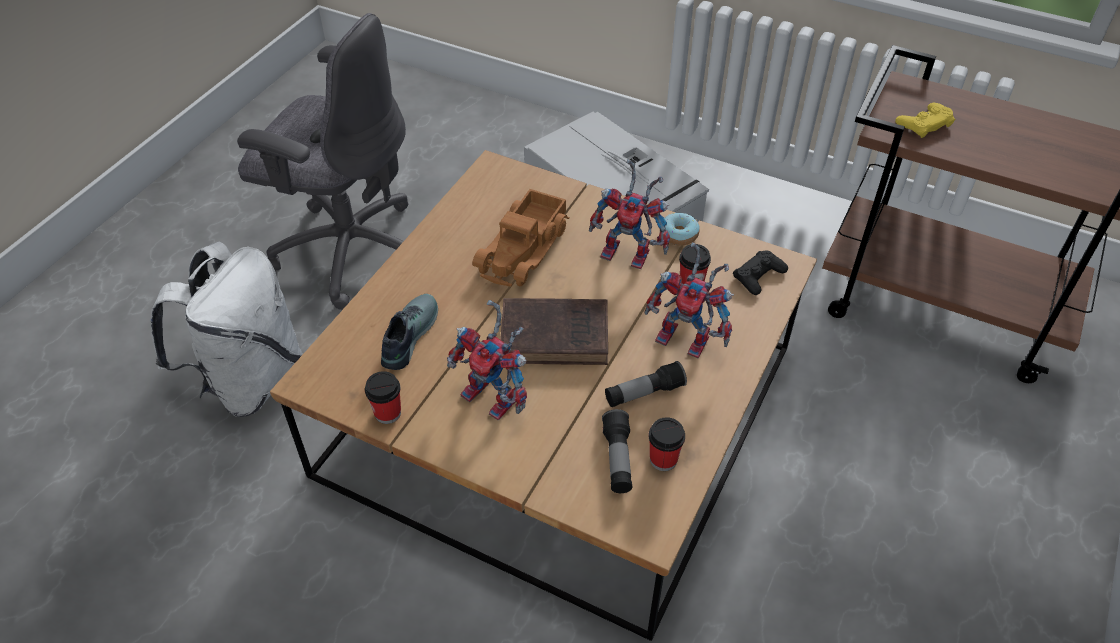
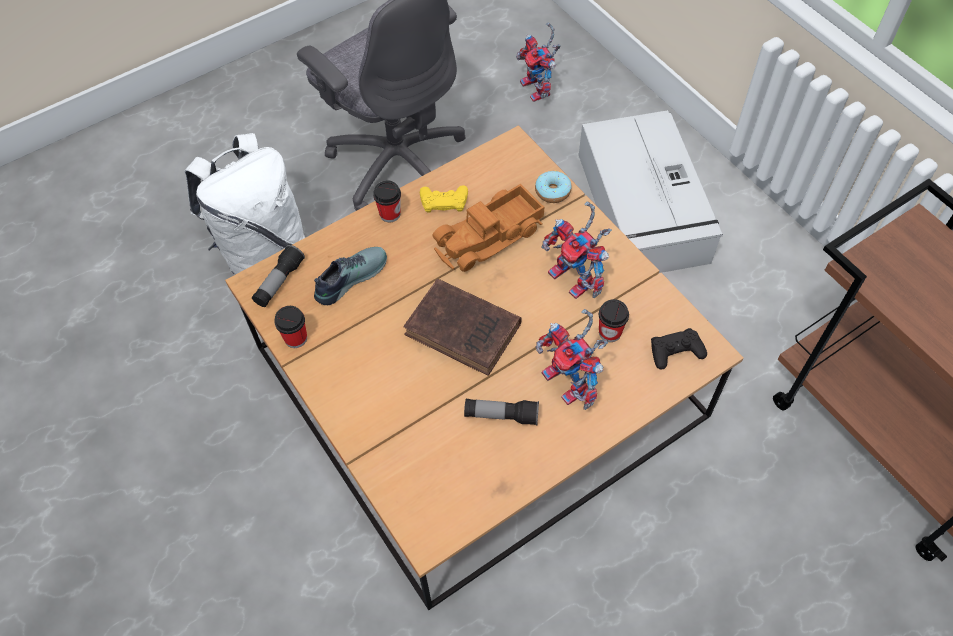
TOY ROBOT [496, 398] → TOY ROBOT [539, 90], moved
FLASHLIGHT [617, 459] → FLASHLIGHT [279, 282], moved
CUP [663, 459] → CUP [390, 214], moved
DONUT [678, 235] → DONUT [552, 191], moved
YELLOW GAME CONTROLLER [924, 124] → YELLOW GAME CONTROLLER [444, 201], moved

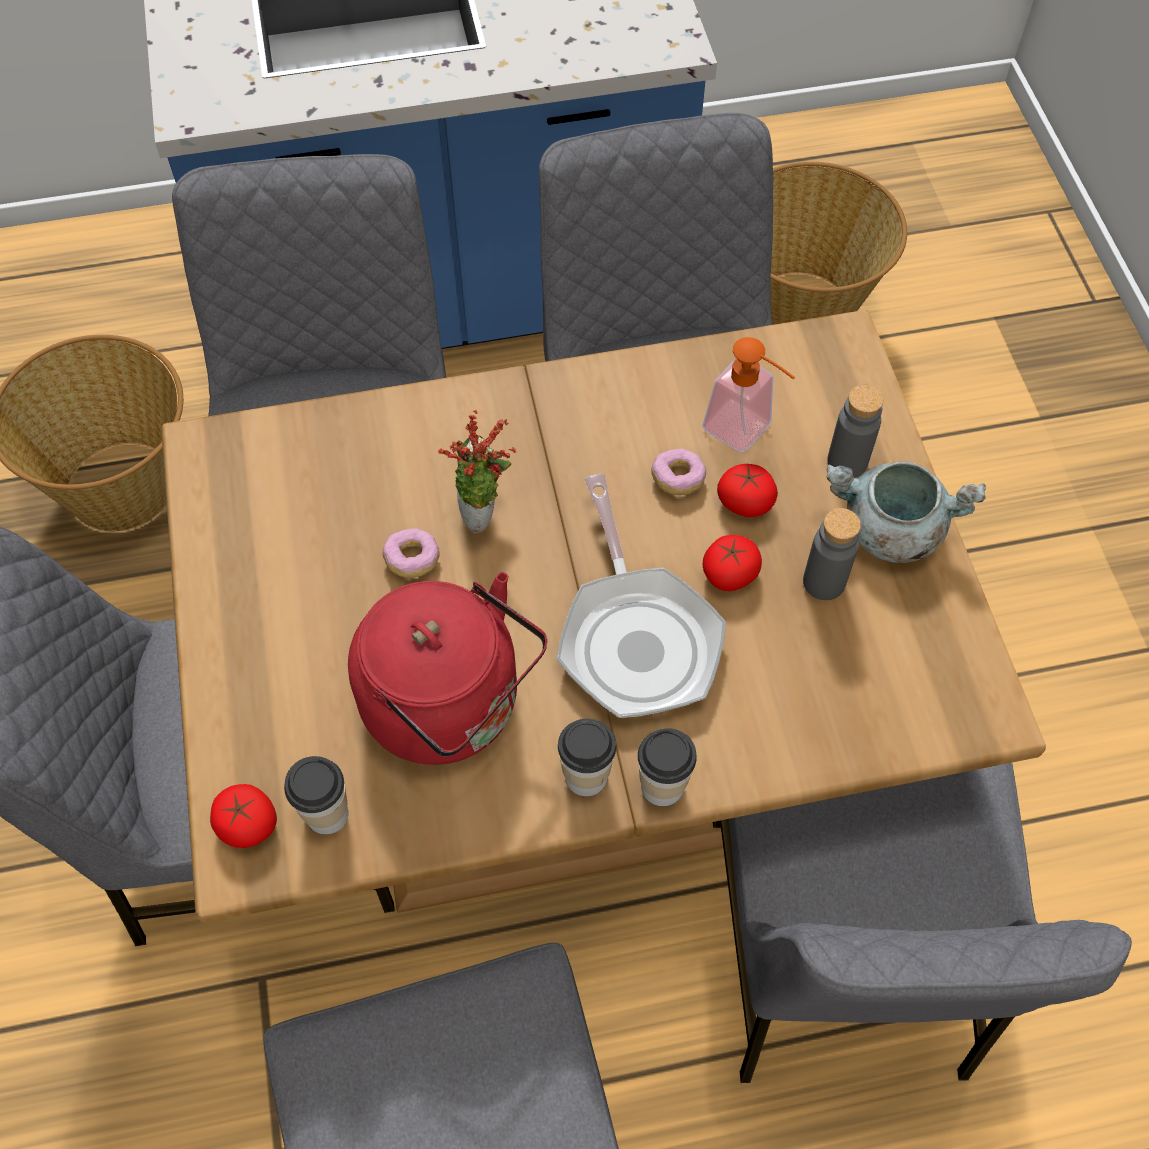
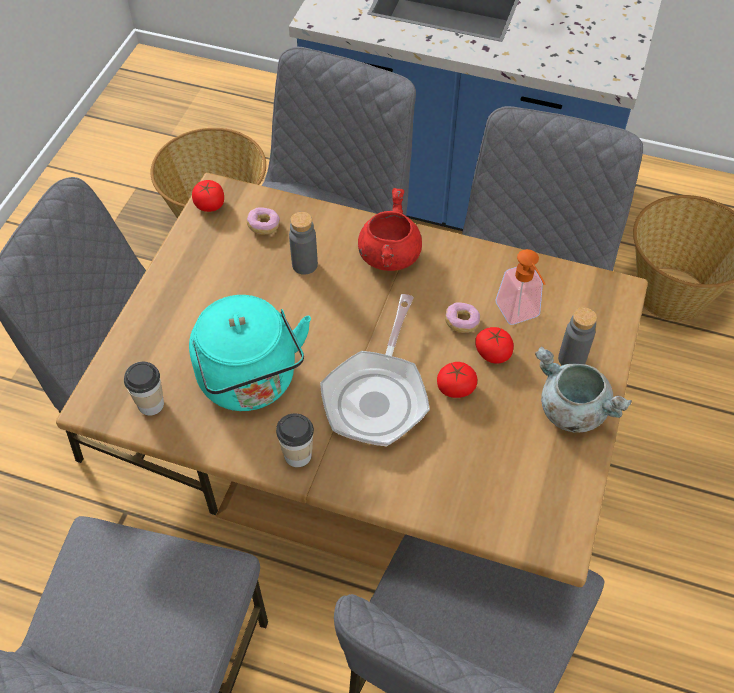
TOMATO [247, 824] → TOMATO [209, 204], moved
RED KETTLE [451, 707] → TURQUOISE KETTLE [251, 382]
DONUT [412, 559] → DONUT [264, 226], moved
POTTED PLANT [483, 516] → -
CUP [662, 786] → -
GREY BOTTLE [824, 582] → GREY BOTTLE [304, 265], moved
- → RED COOKING POT [388, 255]

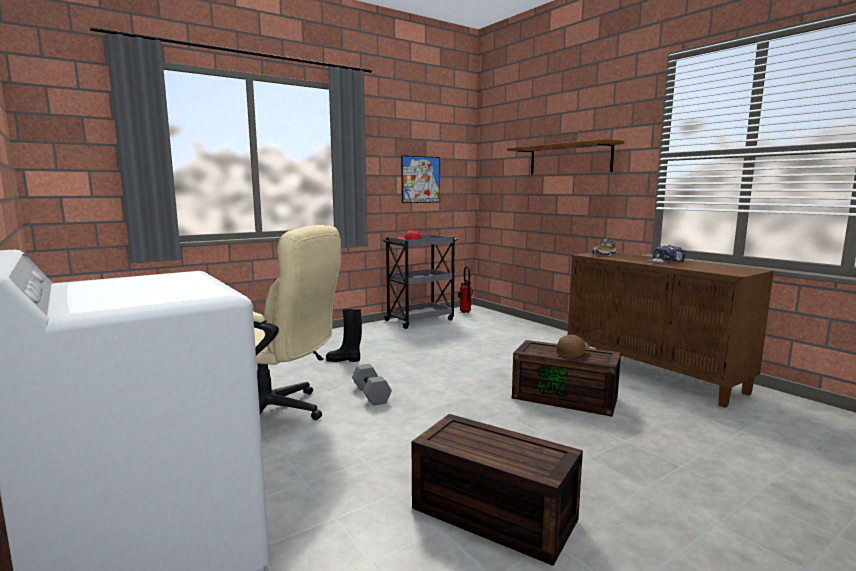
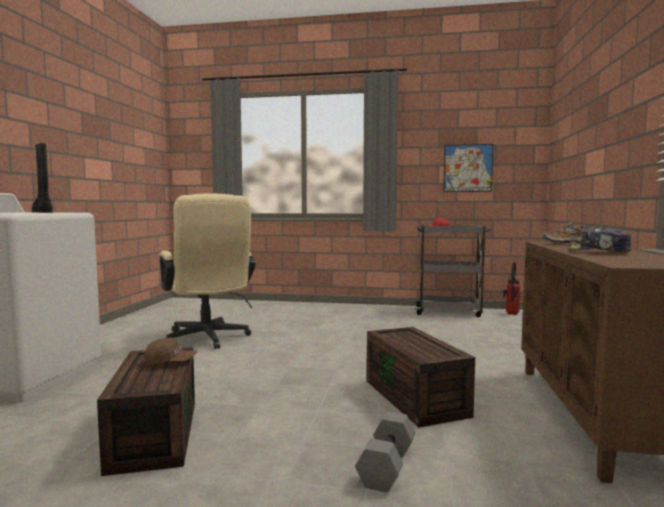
BLACK BOOT [344, 360] → BLACK BOOT [43, 212], moved
GREY DUMBBELL [372, 394] → GREY DUMBBELL [388, 467], moved
BROWN SHELF [569, 159] → -
BROWN CAP [572, 353] → BROWN CAP [171, 363], moved

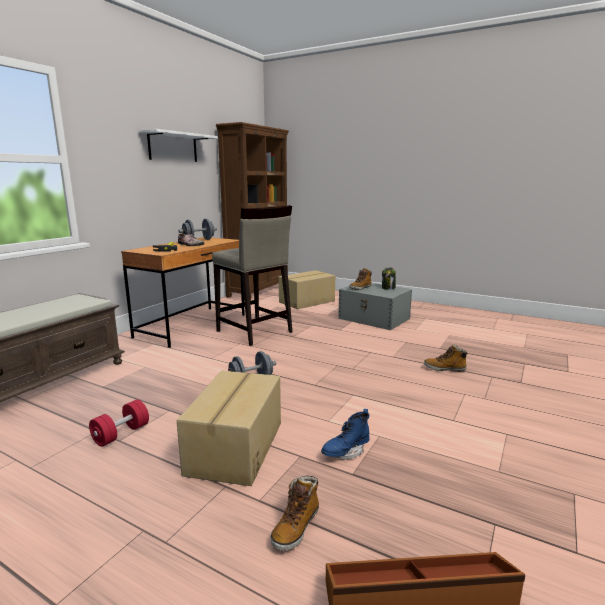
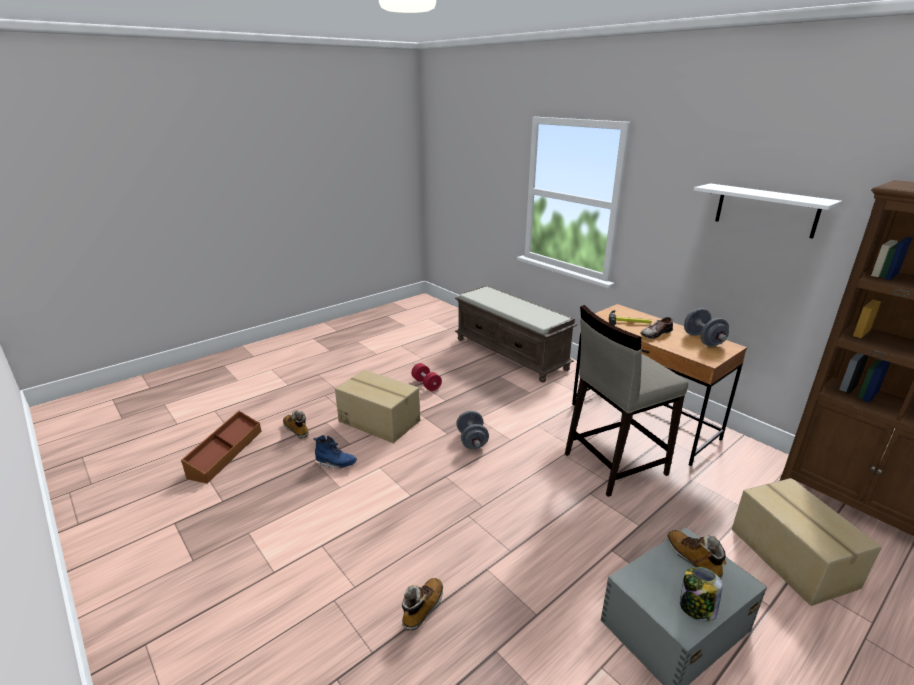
BLUE BOOT [345, 452] → BLUE BOOT [336, 464], 120 degrees clockwise

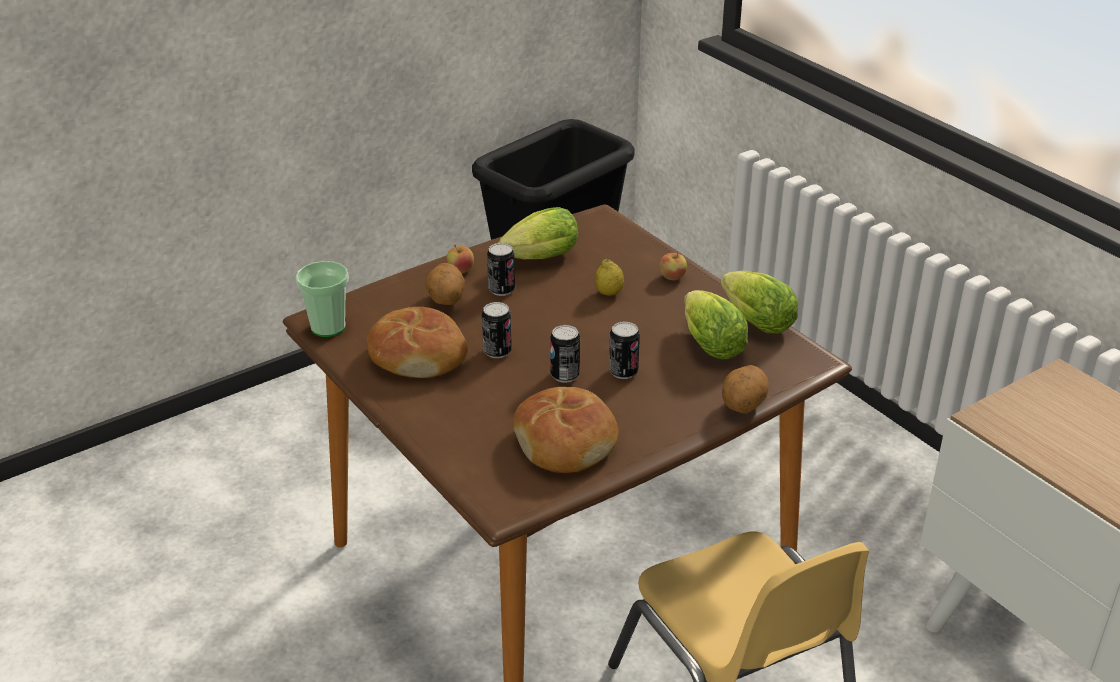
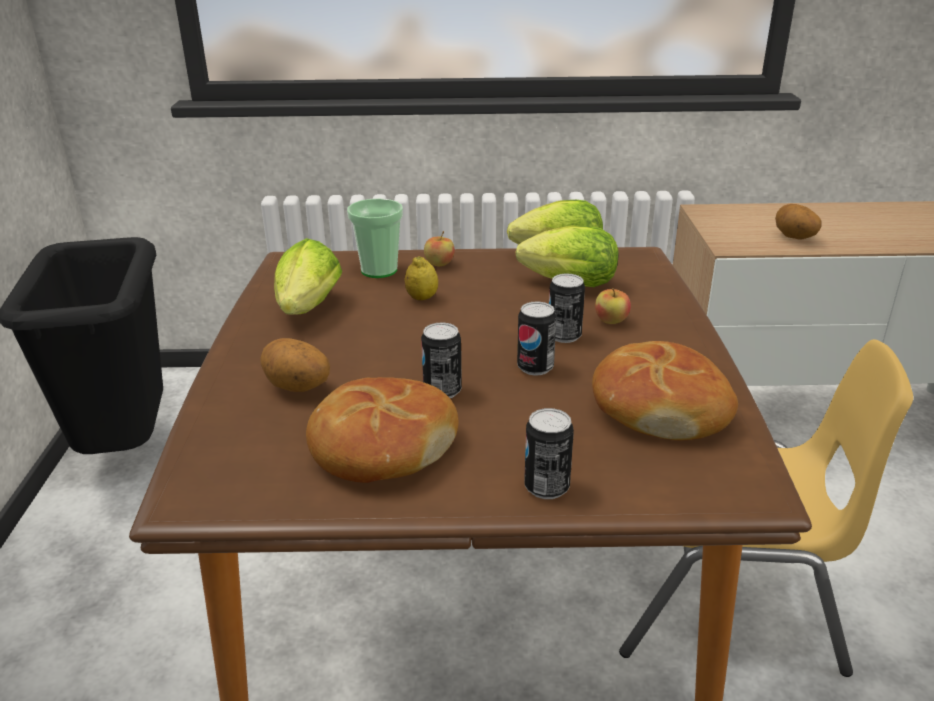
CUP [328, 327] → CUP [379, 270], moved
APPLE [460, 270] → APPLE [611, 321], moved
CAN [501, 290] → CAN [546, 487], moved
POTATO [742, 406] → POTATO [793, 238], moved

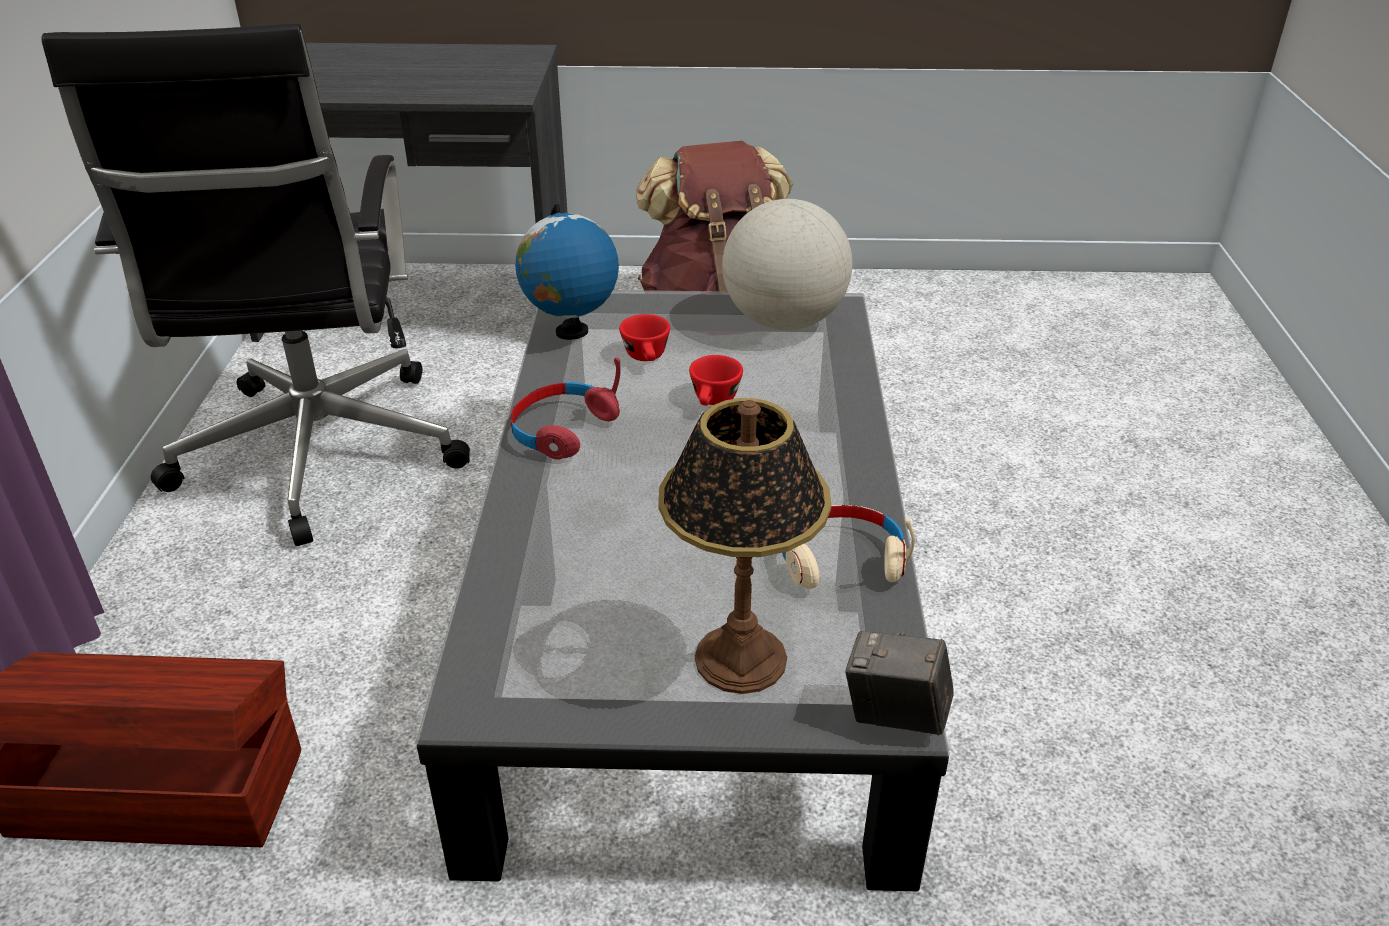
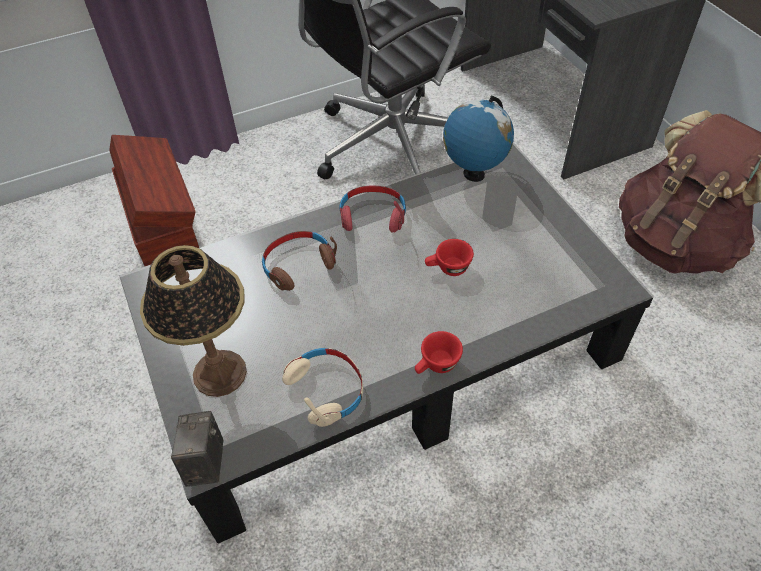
RED CUP [647, 358] → RED CUP [436, 366], moved
GLOBE [783, 321] → -
- → BROWN HEADPHONES [298, 265]

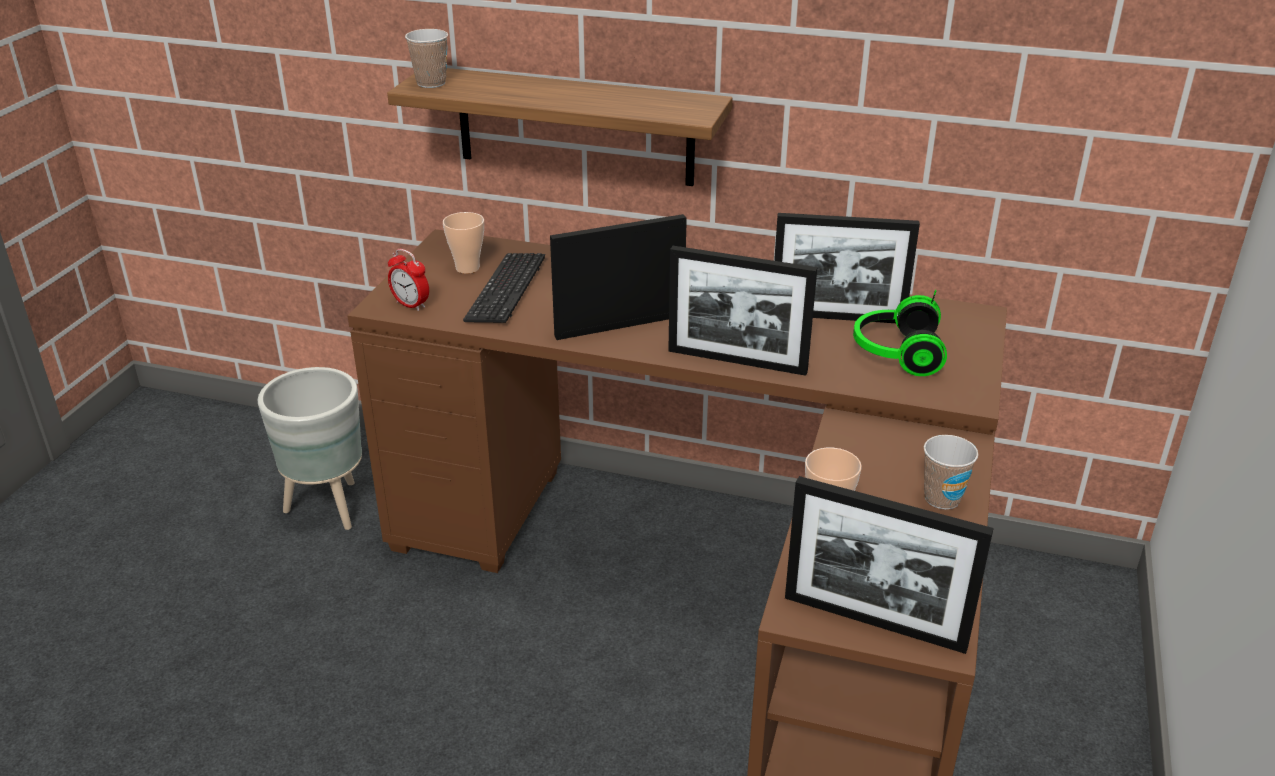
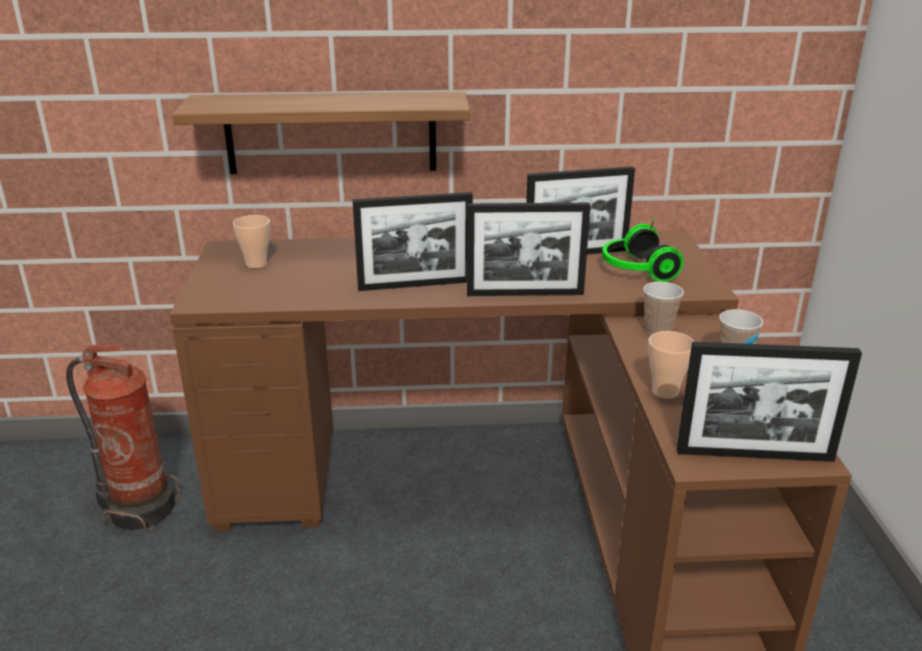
GREY PLANTER [330, 507] → FIRE EXTINGUISHER [140, 508]
ALARM CLOCK [411, 305] → -
CUP [431, 83] → CUP [658, 330], moved
KEYBOARD [506, 290] → -
PICTURE FRAME [620, 326] → PICTURE FRAME [415, 285], 150 degrees counterclockwise

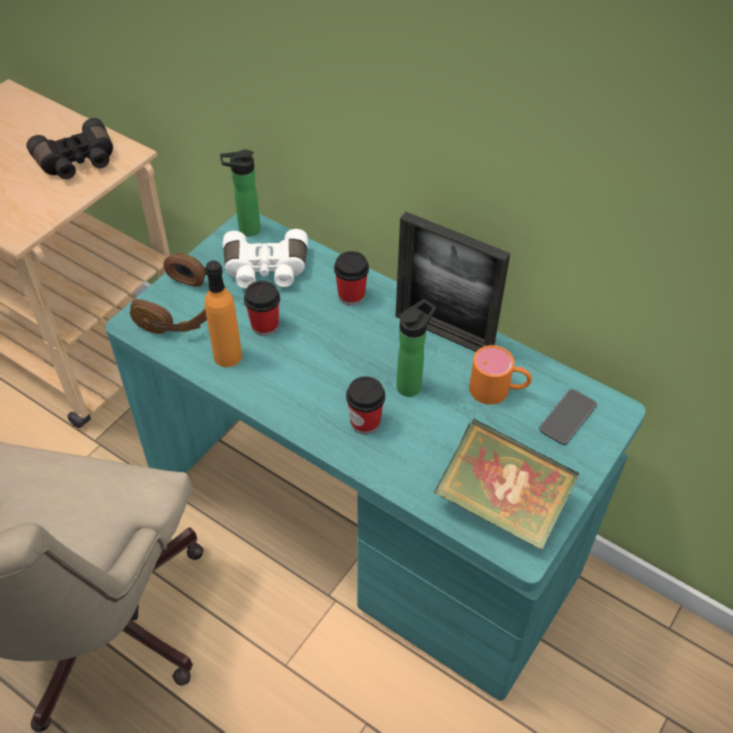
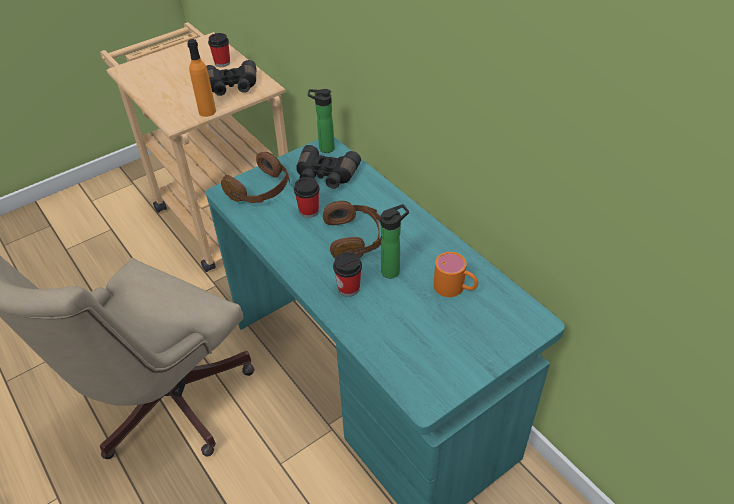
ORANGE BOTTLE [227, 356] → ORANGE BOTTLE [207, 111], moved
WHITE BINOCULARS [266, 270] → BLACK BINOCULARS [325, 176]
CUP [351, 296] → CUP [222, 63], moved
PICTURE FRAME [443, 333] → -
BOOK [501, 505] → -
PHONE [567, 417] → -
- → BROWN HEADPHONES [355, 239]

